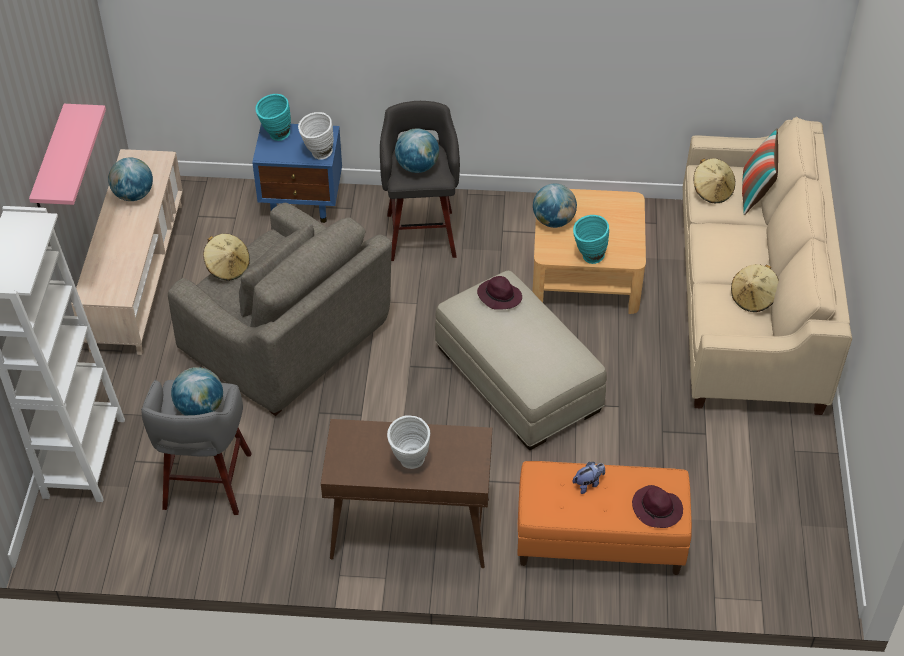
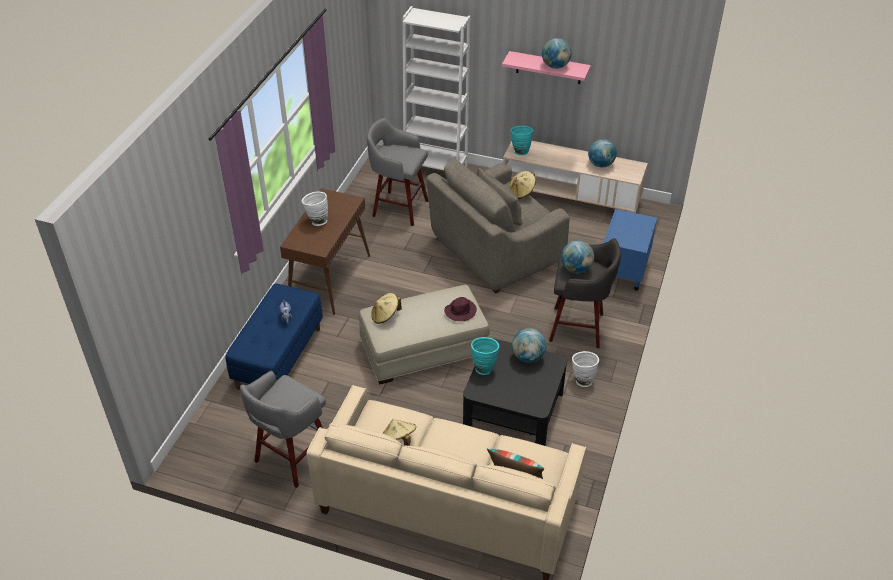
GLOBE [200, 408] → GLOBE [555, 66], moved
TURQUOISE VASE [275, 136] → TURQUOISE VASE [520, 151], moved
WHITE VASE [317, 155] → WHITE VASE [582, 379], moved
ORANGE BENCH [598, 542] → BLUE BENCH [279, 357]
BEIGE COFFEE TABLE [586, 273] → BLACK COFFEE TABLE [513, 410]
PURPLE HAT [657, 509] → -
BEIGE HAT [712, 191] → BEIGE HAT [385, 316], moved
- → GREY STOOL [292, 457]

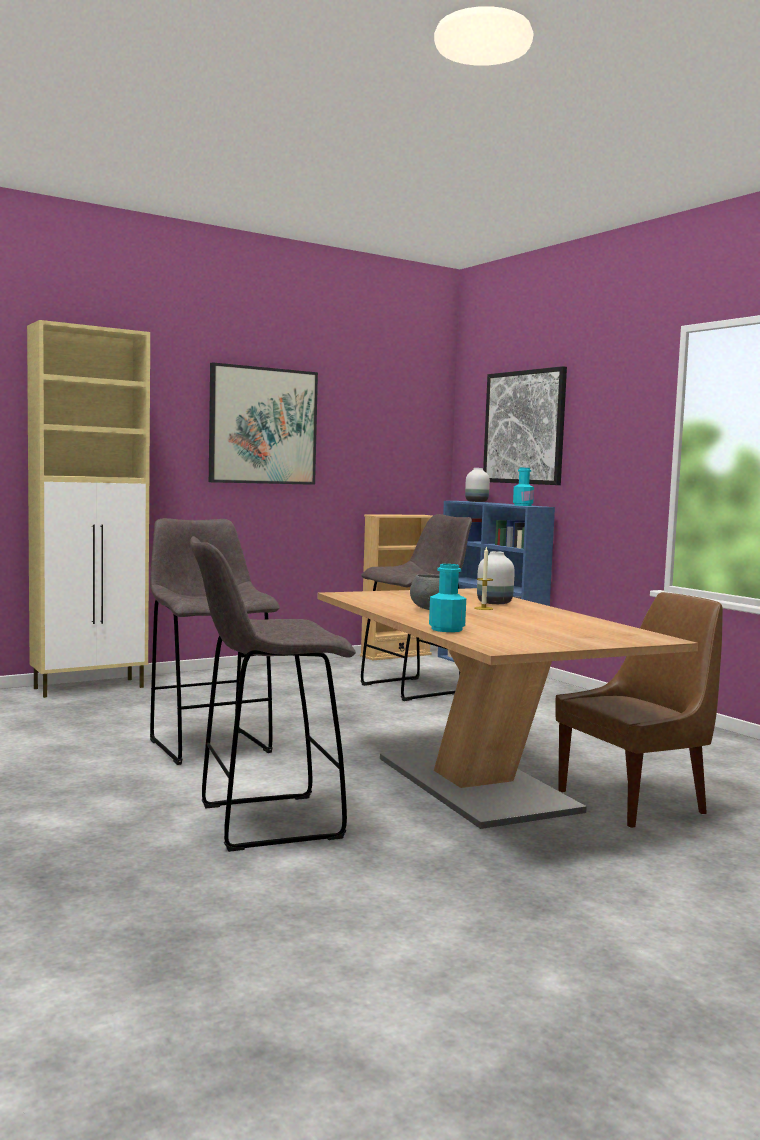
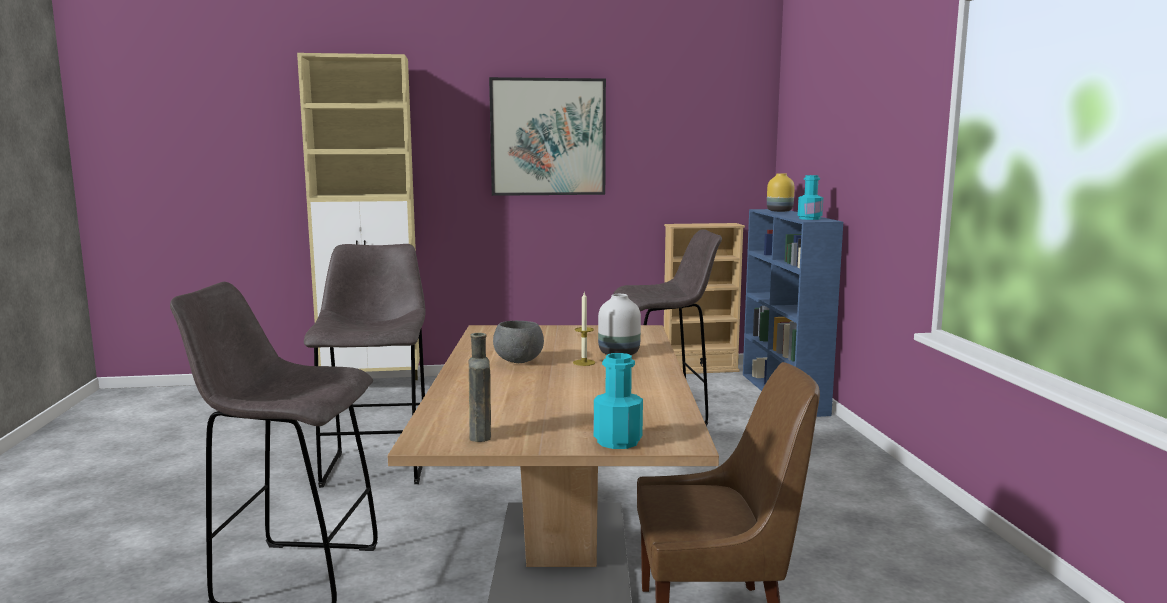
TURQUOISE BOTTLE [446, 629] → TURQUOISE BOTTLE [618, 441], moved
WHITE VASE [477, 501] → YELLOW VASE [780, 211]
PICTURE [524, 427] → -
- → BROWN BOTTLE [480, 436]

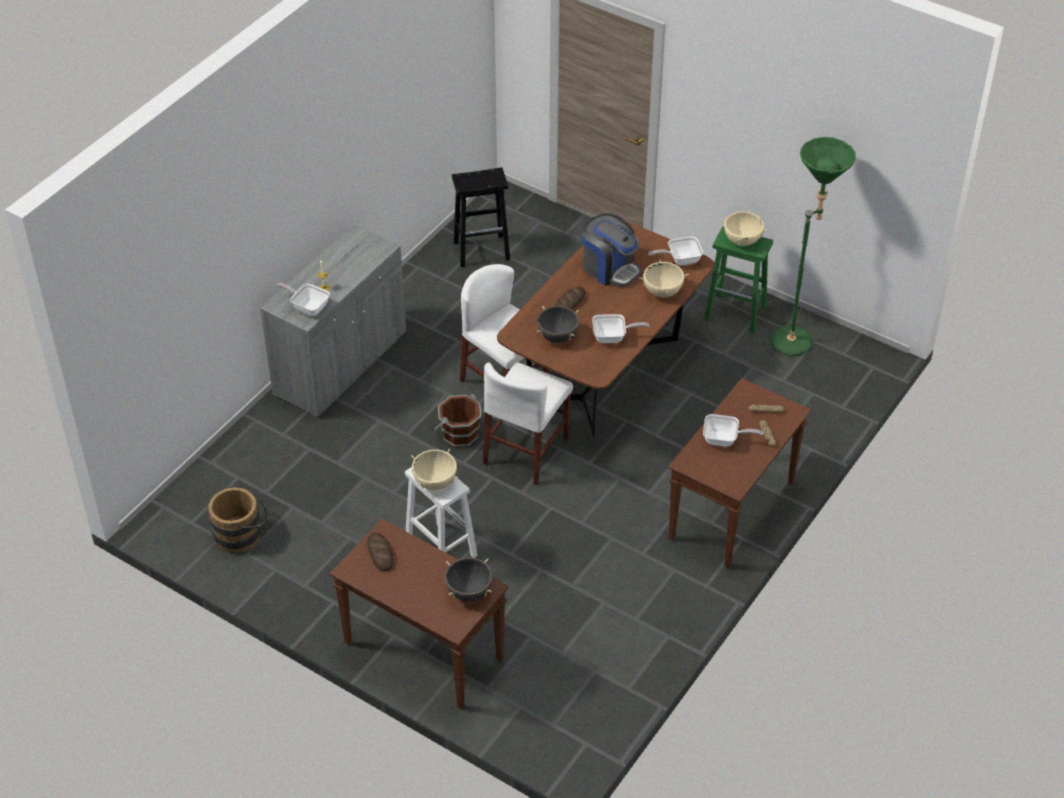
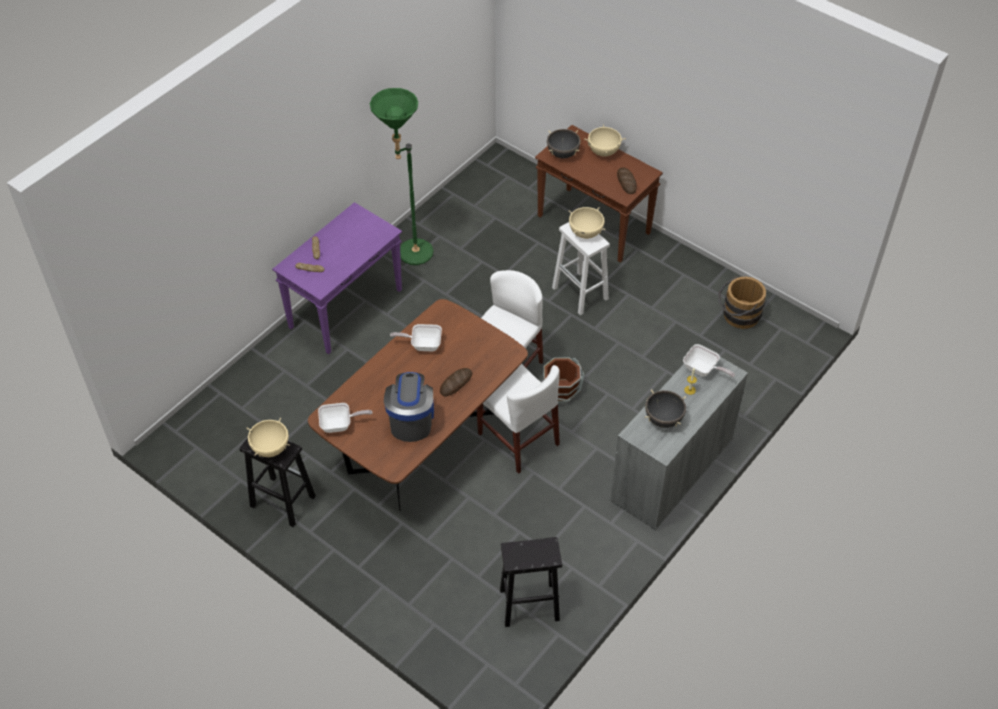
BLACK COOKING POT [557, 337] → BLACK COOKING POT [663, 419], moved
COFFEE MACHINE [609, 268] → COFFEE MACHINE [411, 419], 45 degrees clockwise
BEIGE COOKING POT [662, 292] → BEIGE COOKING POT [603, 152], moved
BROWN CONSOLE TABLE [732, 511] → PURPLE CONSOLE TABLE [346, 308]
FRYING PAN [724, 440] → -
GREEN STOOL [736, 313] → BLACK STOOL [281, 501]
GREEN FLOOR LAMP [798, 338] → GREEN FLOOR LAMP [408, 255], moved

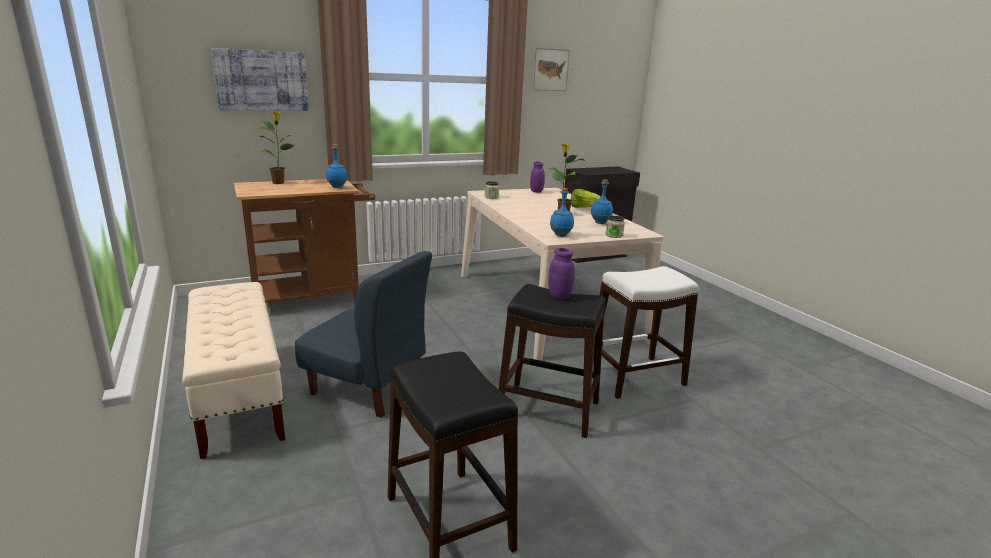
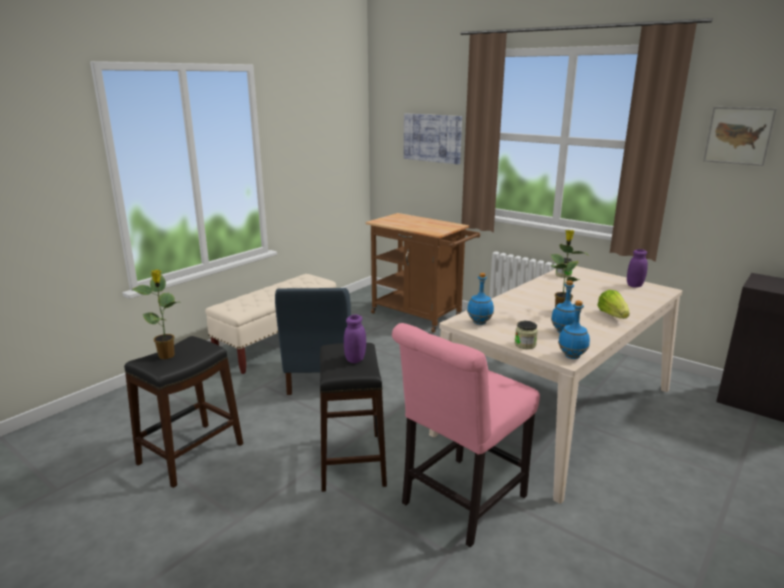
POTTED PLANT [279, 183] → POTTED PLANT [167, 356], moved
BLUE BOTTLE [337, 187] → BLUE BOTTLE [572, 356], moved
WHITE STOOL [636, 377] → PINK CHAIR [459, 503]

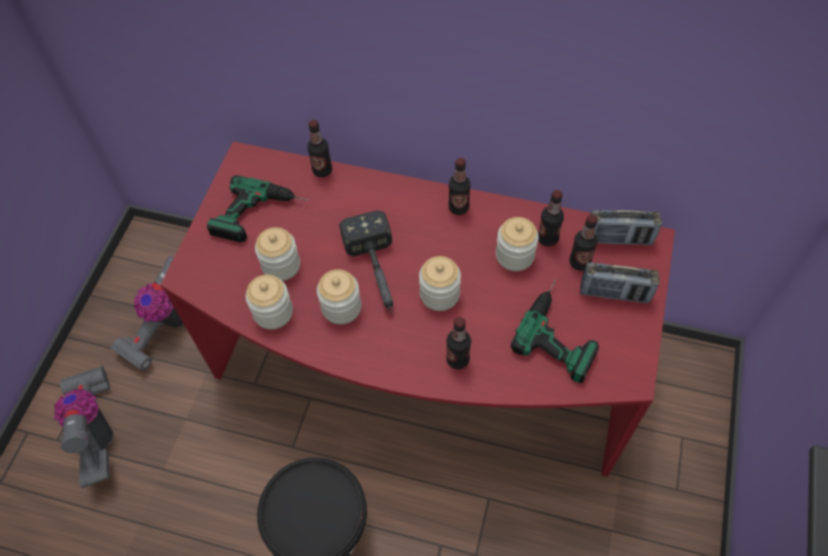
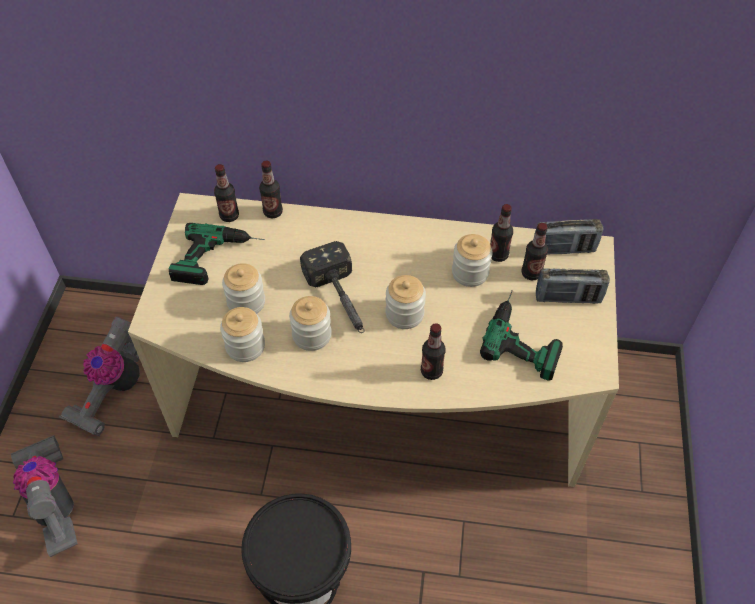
RED DESK [420, 366] → BEIGE DESK [378, 403]
BOTTLE [458, 207] → BOTTLE [229, 216], moved

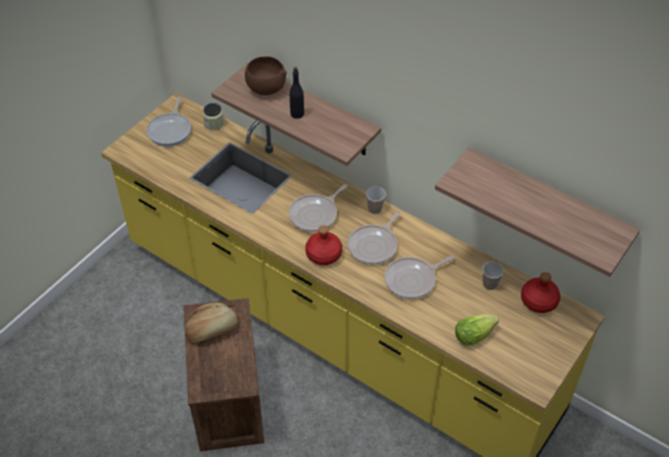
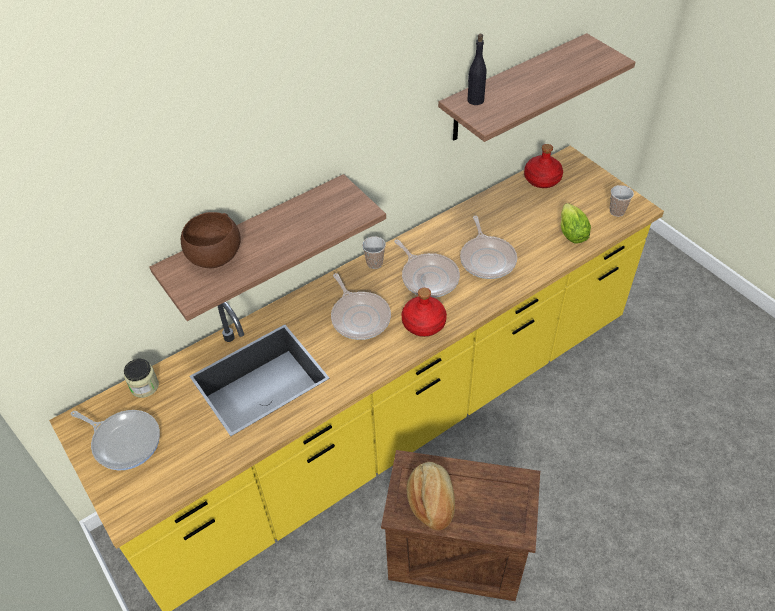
BLACK BOTTLE [297, 114] → BLACK BOTTLE [475, 100], moved
CUP [490, 284] → CUP [617, 211], moved

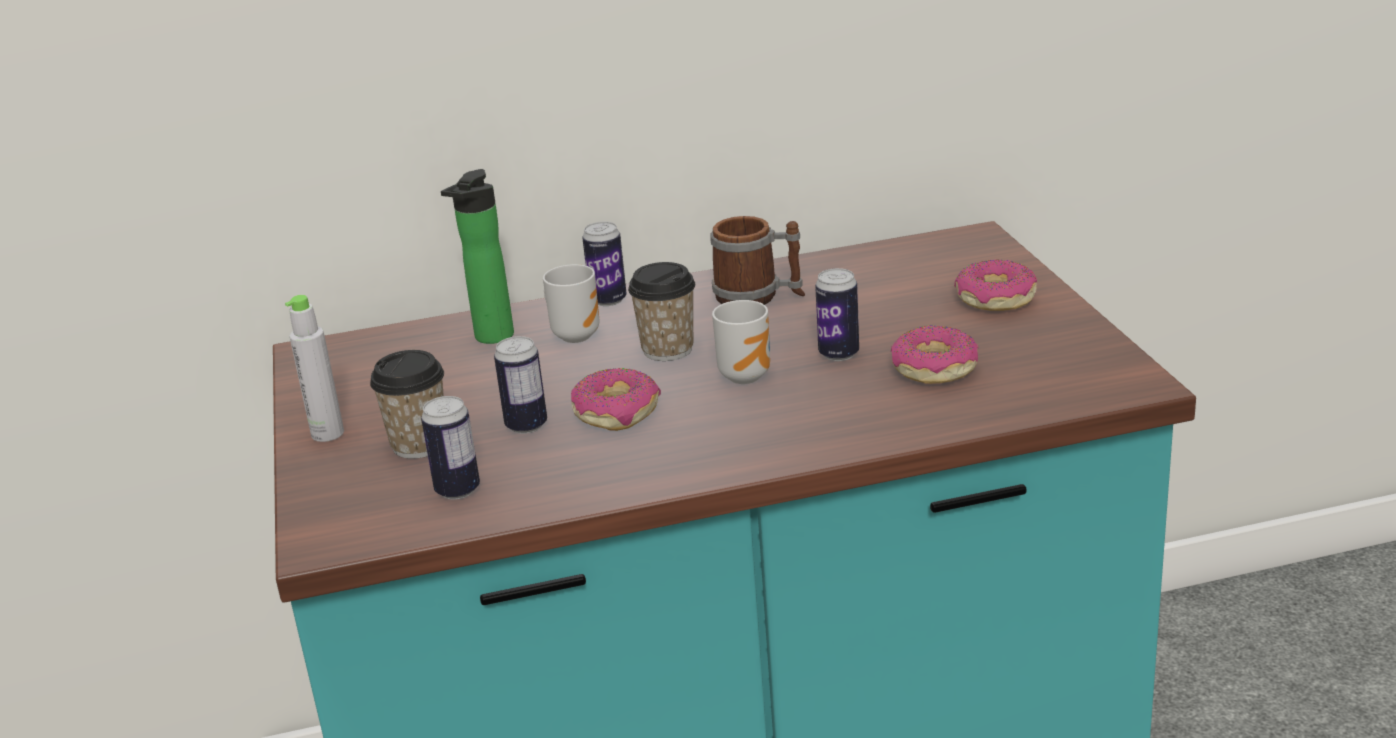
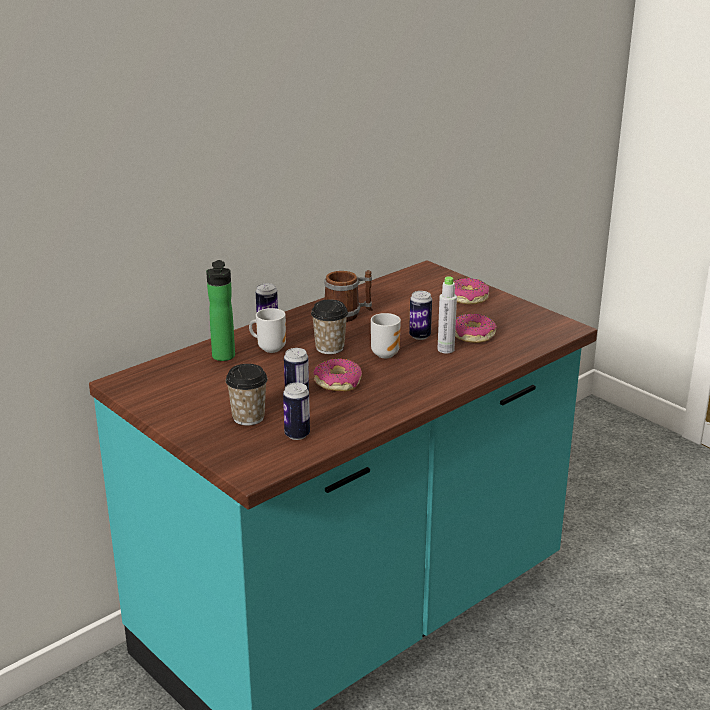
GREY BOTTLE [327, 434] → GREY BOTTLE [445, 349], moved

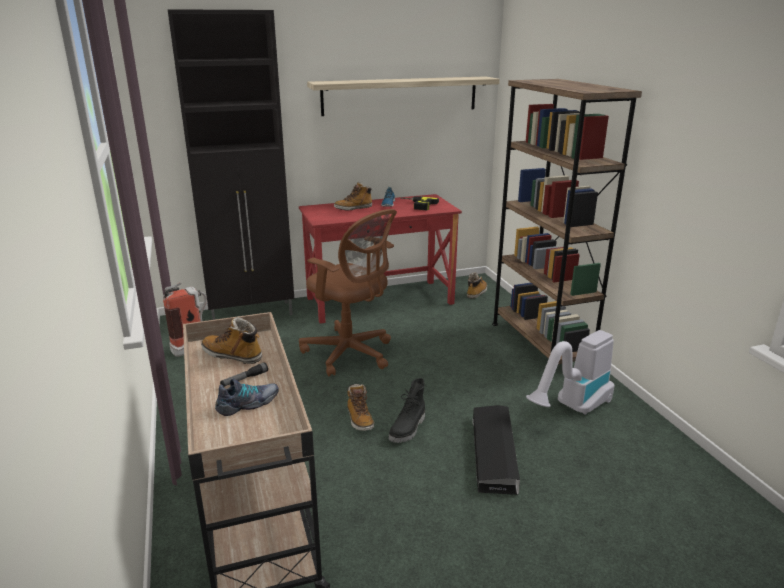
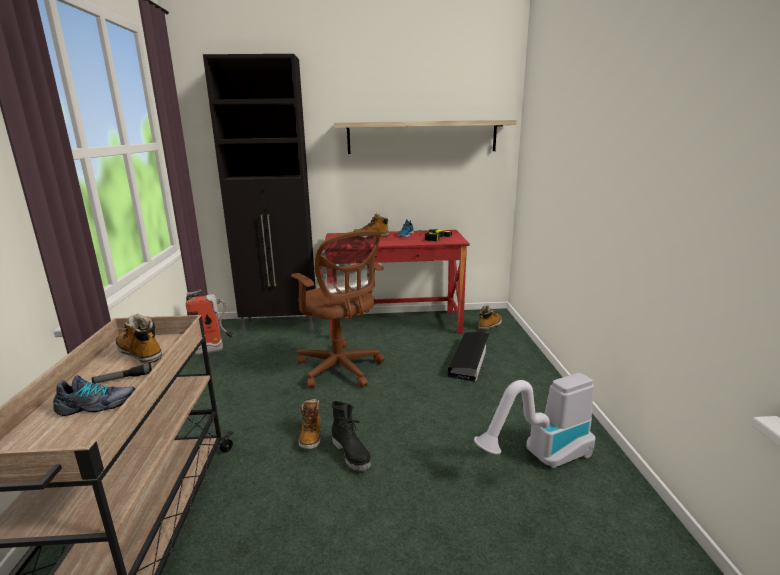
BLACK BOOT [408, 429] → BLACK BOOT [352, 454], 75 degrees counterclockwise
BLACK STORAGE BOX [494, 453] → BLACK STORAGE BOX [469, 359], moved
BROWN BOOKCASE [540, 344] → -

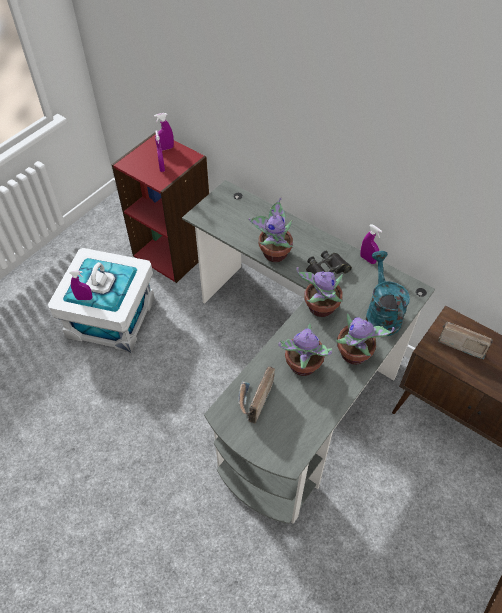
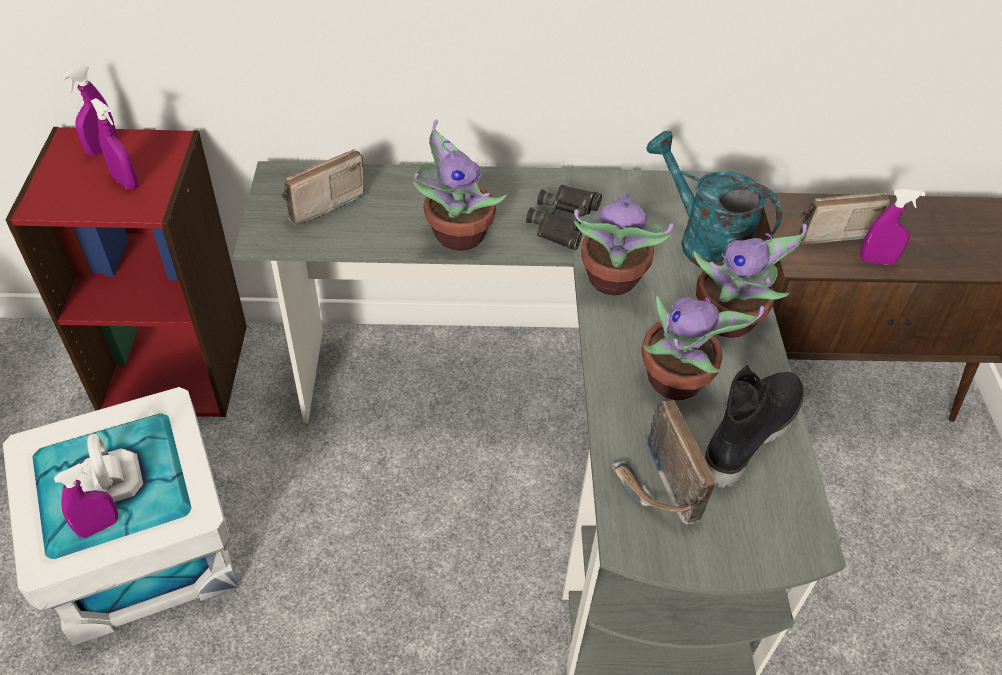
PURPLE SPRAY BOTTLE [367, 259] → PURPLE SPRAY BOTTLE [876, 260], moved
- → RADIO [319, 203]
- → BLACK BOOT [748, 434]

